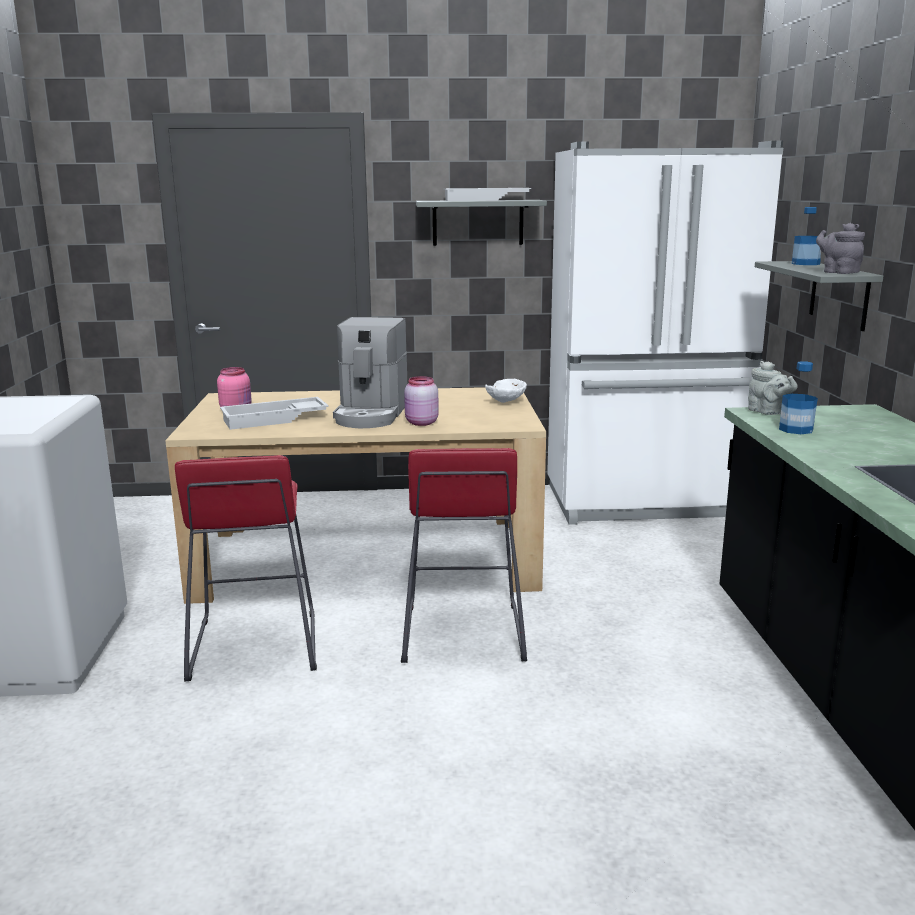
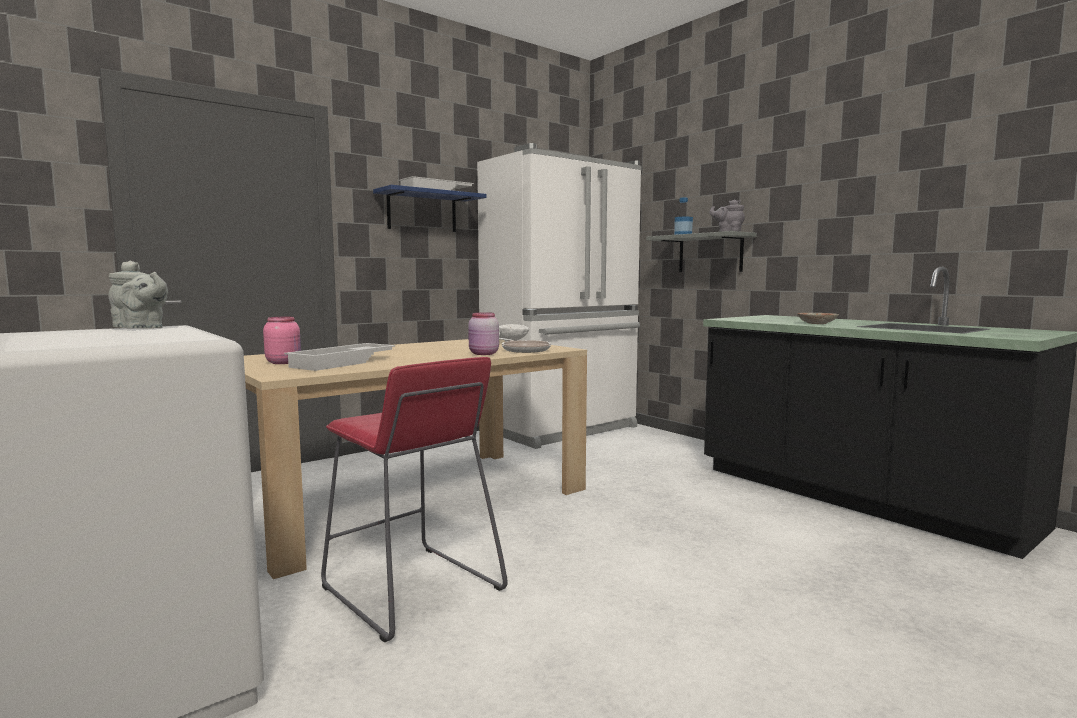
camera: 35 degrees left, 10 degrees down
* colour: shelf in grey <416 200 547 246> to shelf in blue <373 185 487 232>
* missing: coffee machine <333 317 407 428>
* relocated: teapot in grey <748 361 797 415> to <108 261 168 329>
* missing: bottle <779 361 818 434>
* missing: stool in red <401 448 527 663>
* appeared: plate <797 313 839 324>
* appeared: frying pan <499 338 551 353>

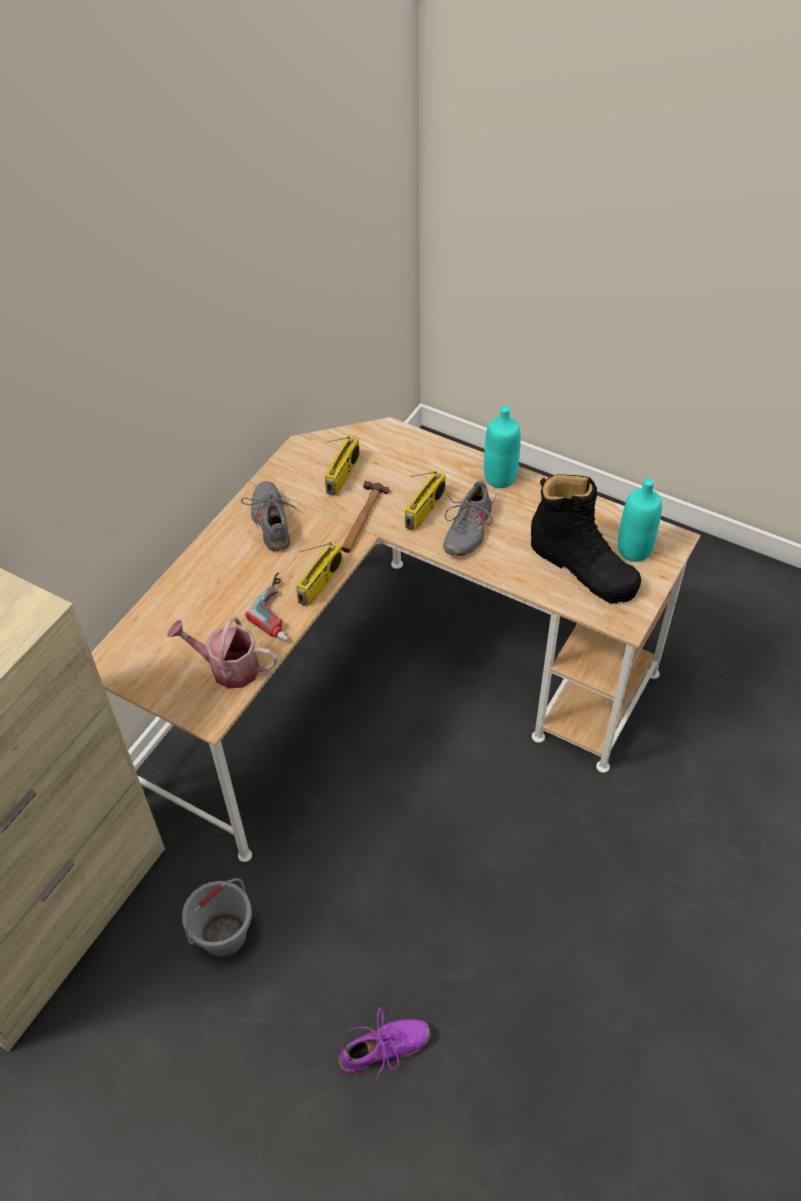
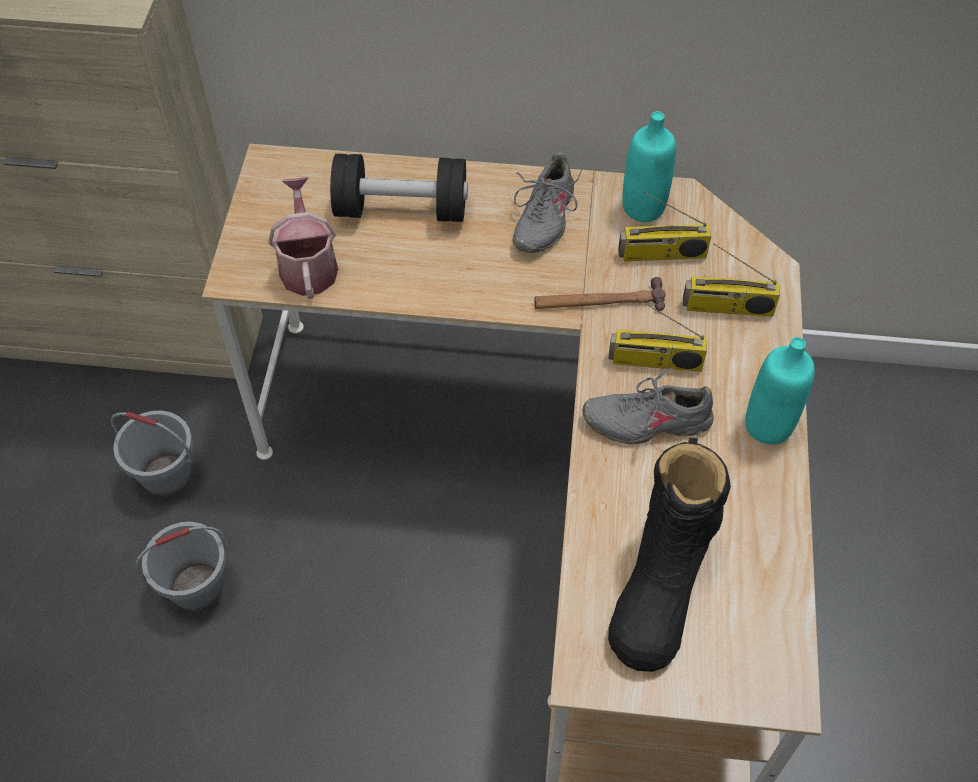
camera: 65 degrees right, 5 degrees up
* relocated: bottle in turquoise <618 479 662 562> to <622 111 676 222>
* spun: shoe in grey <241 481 303 551> = <513 152 582 253> 150 degrees clockwise
* relocated: radio <296 542 343 606> to <683 243 780 317>
* missing: power drill <245 572 289 641>
* missing: shoe in purple <338 1007 431 1081>
* appeared: dumbbell in black <330 154 468 222>
* appeared: bucket in grey <136 522 228 611>

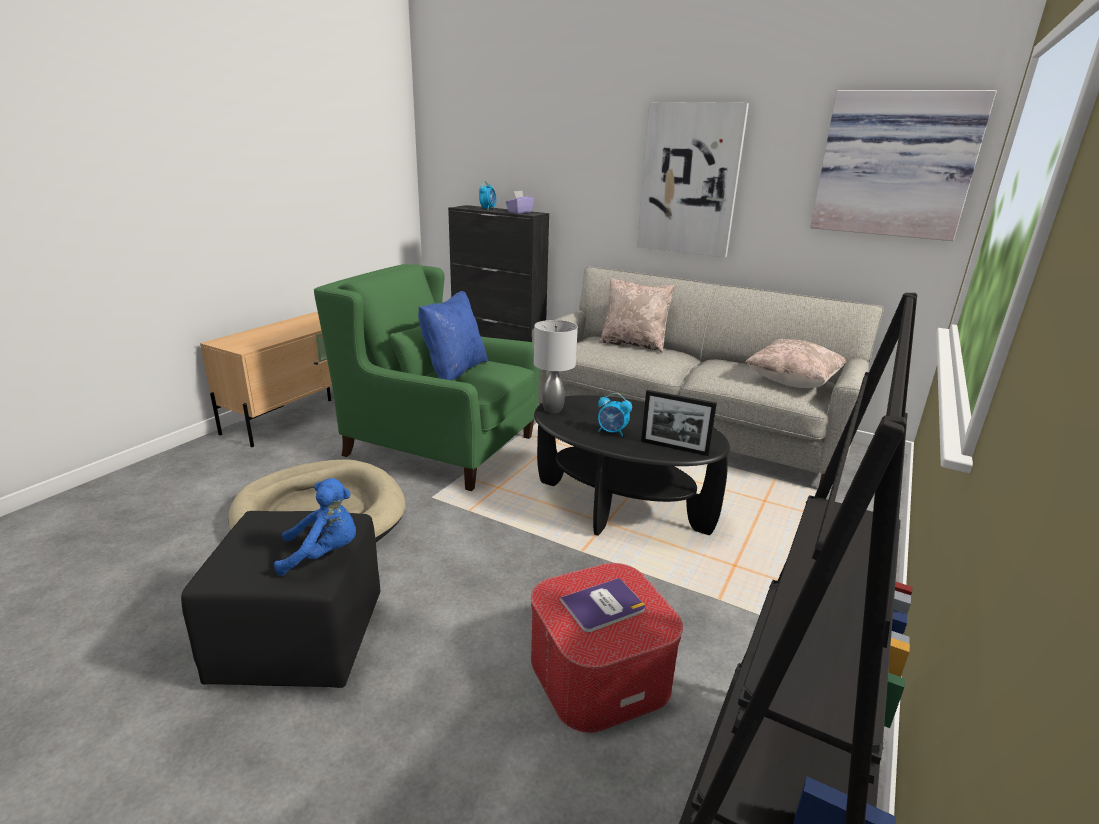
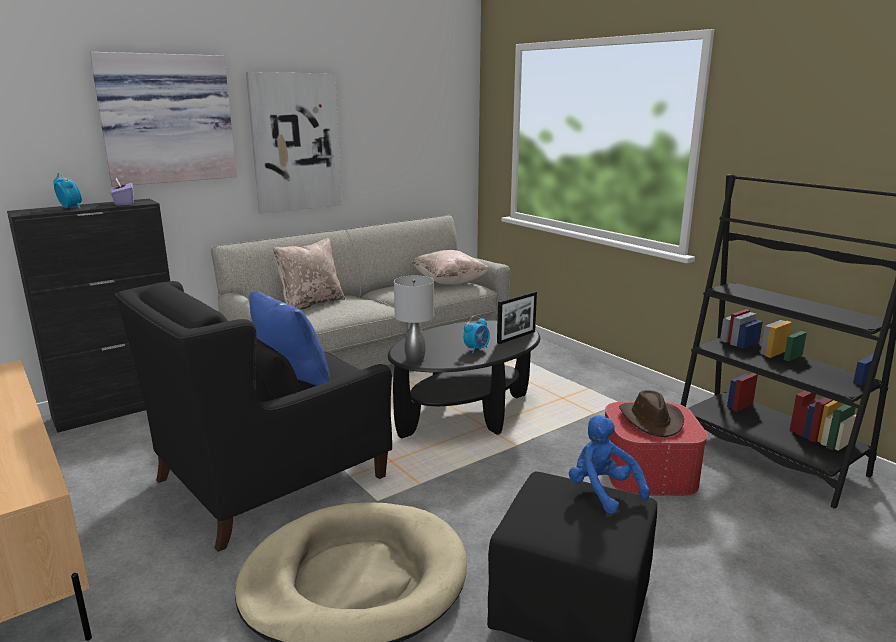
camera: 65 degrees left, 5 degrees down
* relocated: picture <810 90 997 241> to <90 52 237 187>
* colour: armchair in green <314 264 539 491> to armchair in black <115 281 392 552>
* spun: plush toy in blue <274 478 356 576> = <569 415 650 514> 45 degrees counterclockwise
* exchanged: book <560 578 645 632> to hat in brown <619 390 684 437>

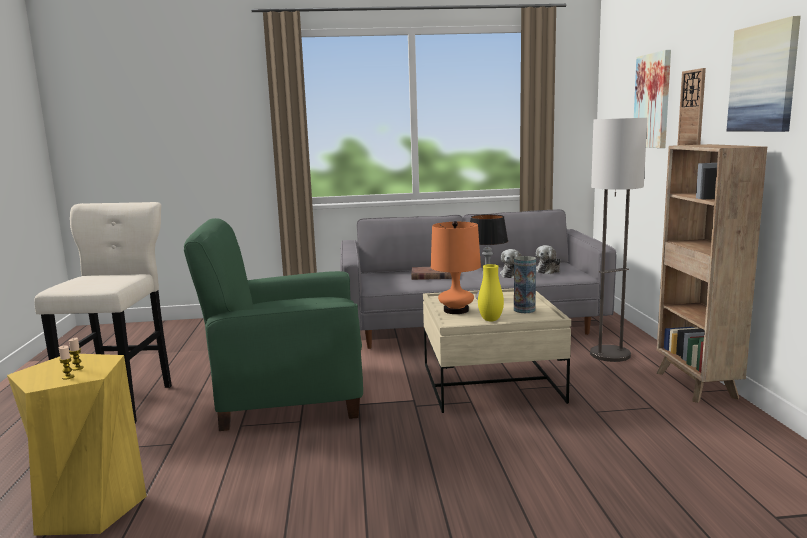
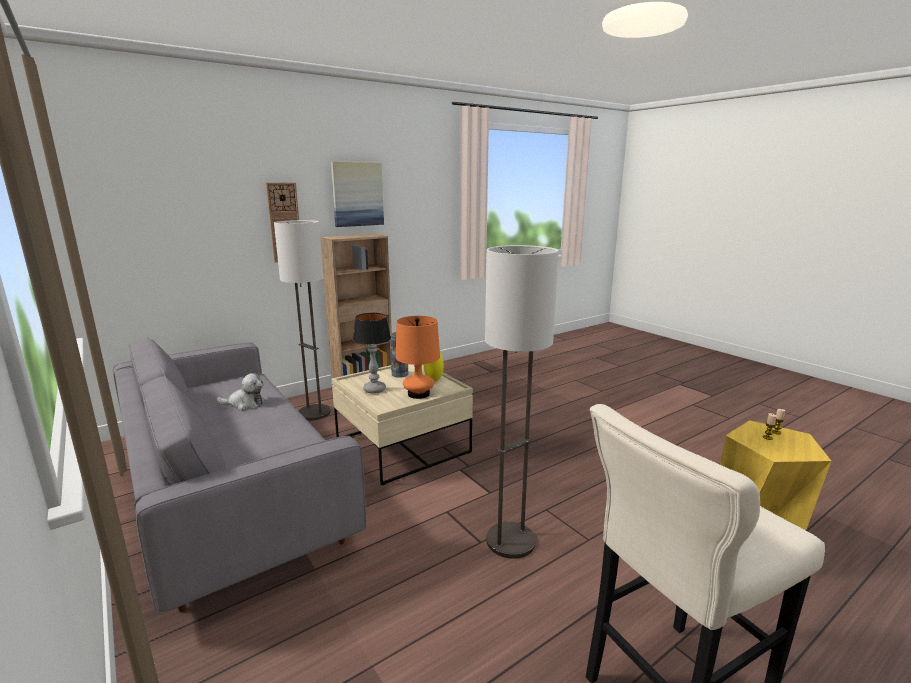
camera: 120 degrees left, 5 degrees up
* missing: picture <634 50 671 148>
* exchanged: armchair in green <184 218 363 431> to floor lamp <485 245 559 559>
* missing: plush toy <536 245 561 274>
* missing: book in brown <411 267 452 280>

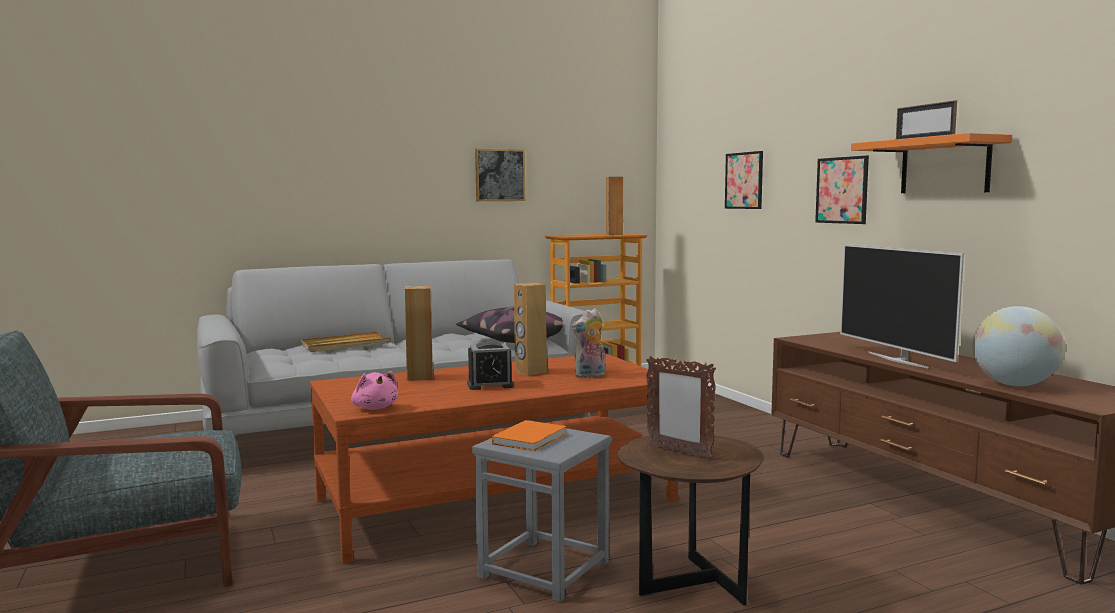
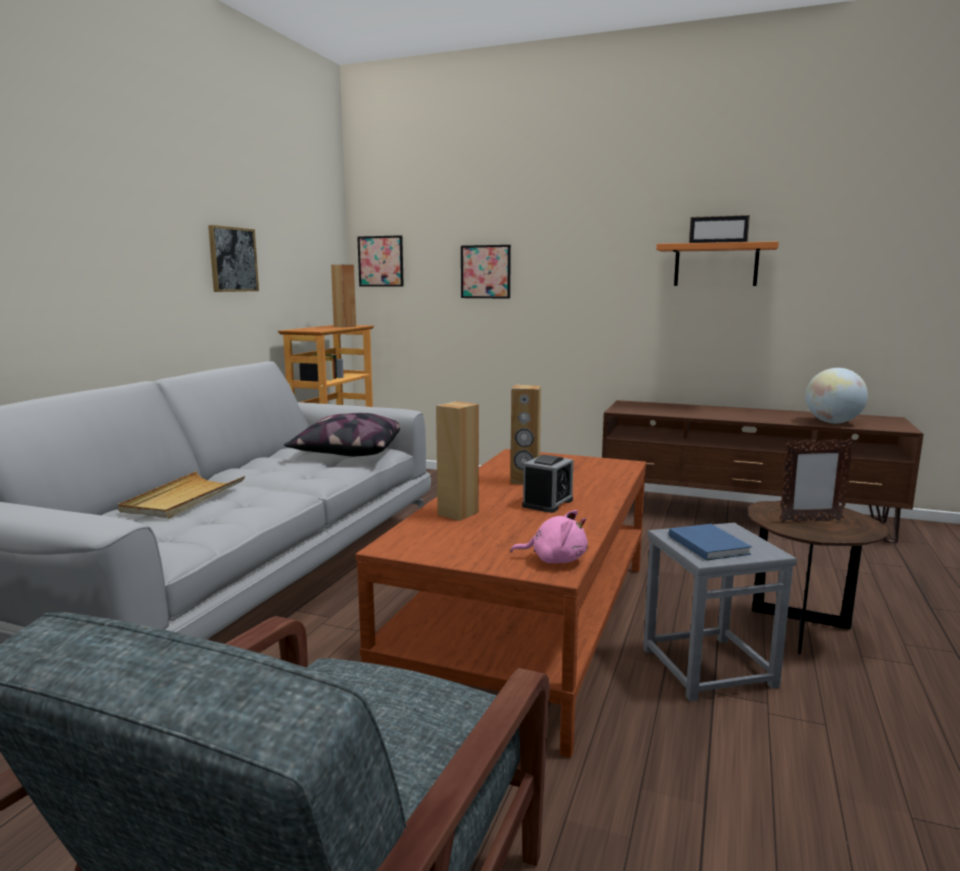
camera: 45 degrees left, 5 degrees up
* relocated: picture <815 155 869 224> to <357 235 404 287>
* missing: television <840 244 964 368>
* missing: plush toy <572 308 606 378>
* colour: book in orange <492 420 566 451> to book in blue <669 524 752 560>

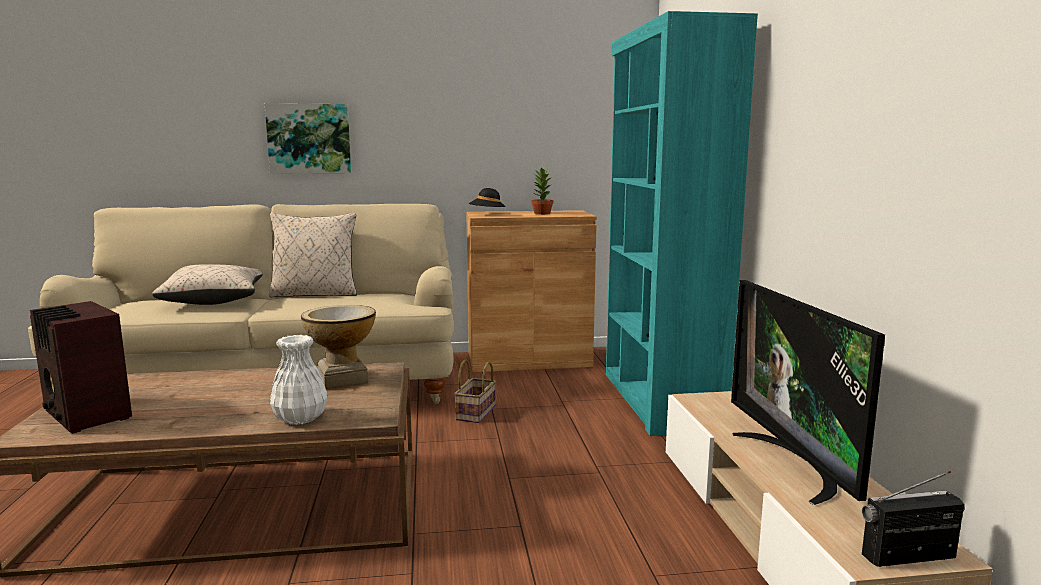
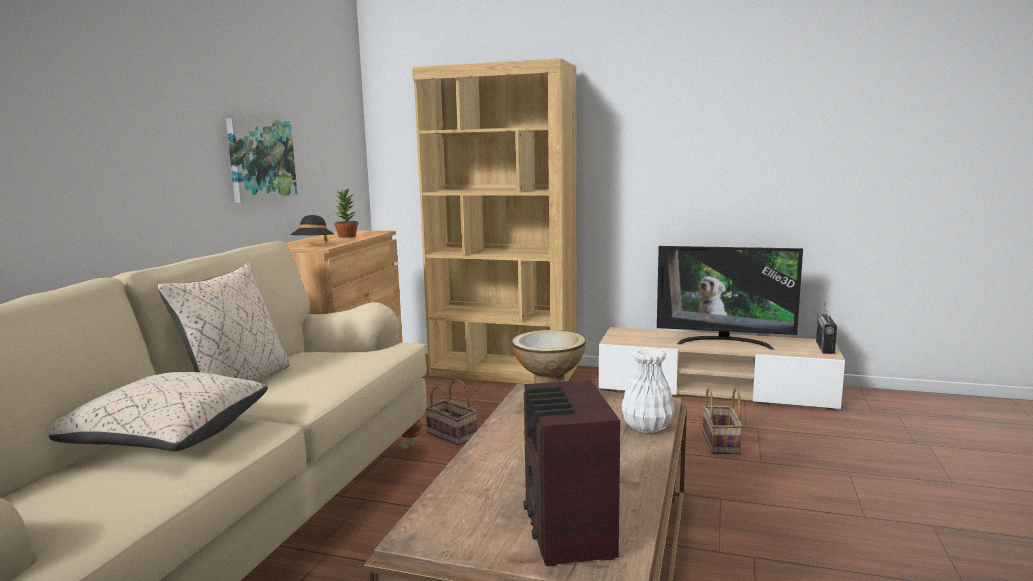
camera: 65 degrees left, 0 degrees up
* colour: bookcase in turquoise <606 11 758 436> to bookcase in brown <412 58 577 384>
* relocated: picture <265 103 351 174> to <226 118 297 203>
* spun: radio <30 301 132 434> = <524 380 620 566> 105 degrees clockwise
* appeared: basket <703 388 742 454>

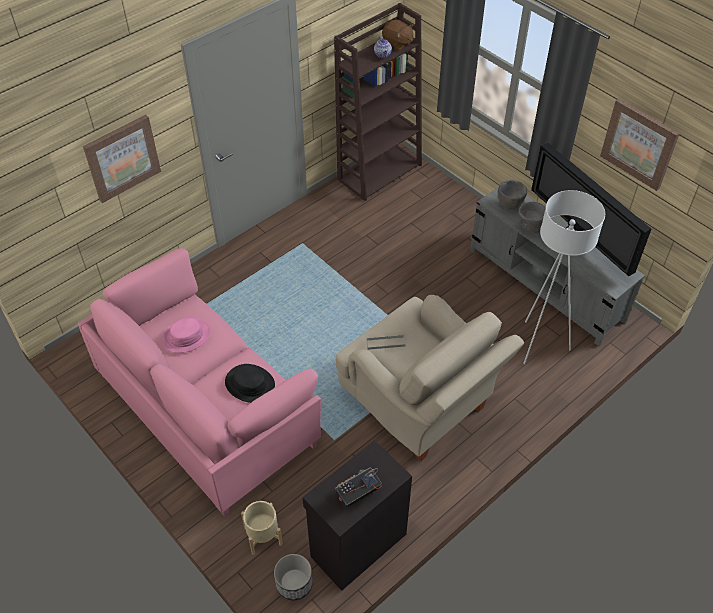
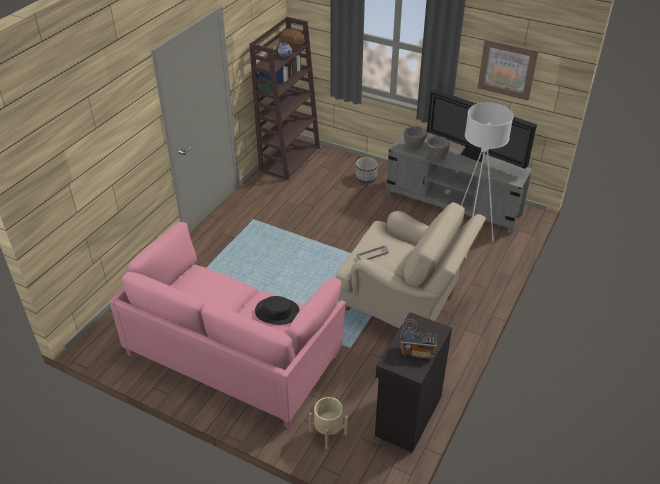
camera: 20 degrees left, 10 degrees down
* missing: picture <83 115 161 203>
* missing: hat in pink <161 317 211 353>
* spun: radio <335 467 382 509> = <400 319 437 359> 120 degrees counterclockwise
* relocated: planter <274 554 313 600> to <355 157 378 183>

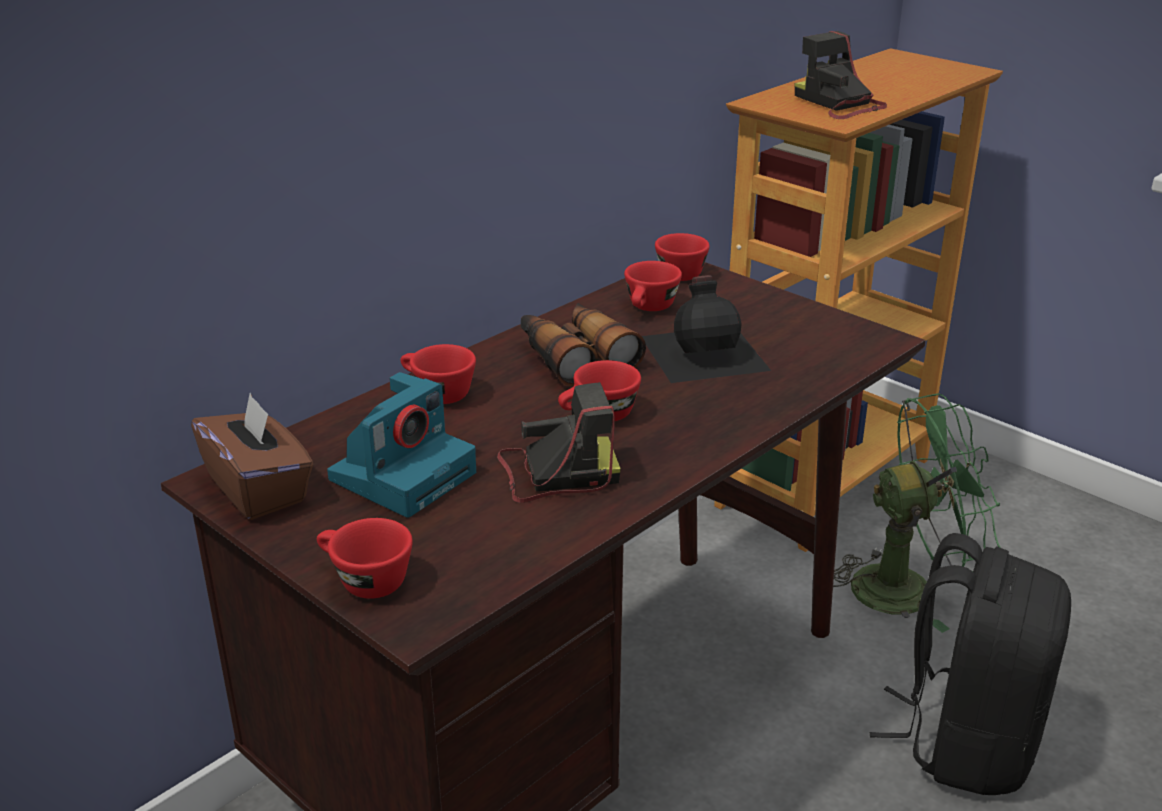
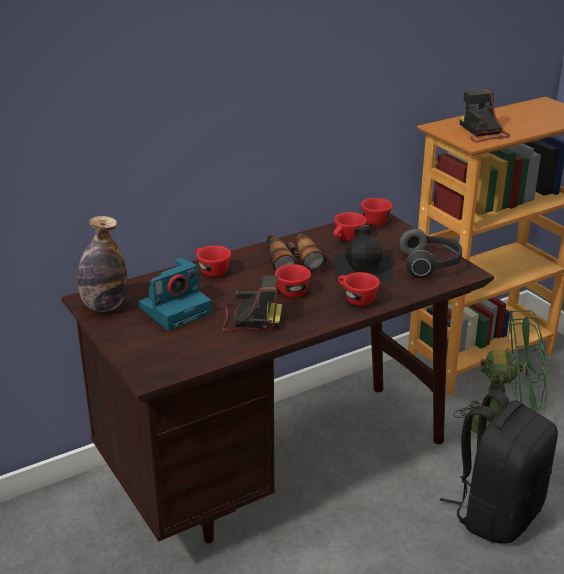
camera: 15 degrees right, 0 degrees up
* exchanged: tissue box in brown <191 393 313 520> to bottle <77 216 127 312>
* relocated: cup in red <317 518 413 599> to <338 272 380 306>
* appeared: headphones <399 228 462 278>

